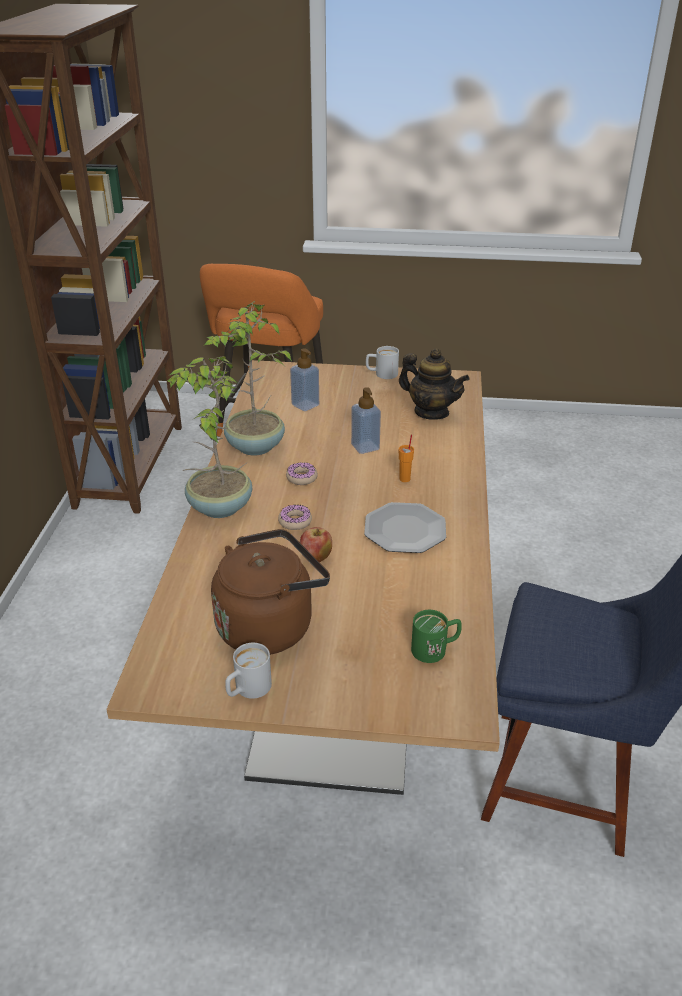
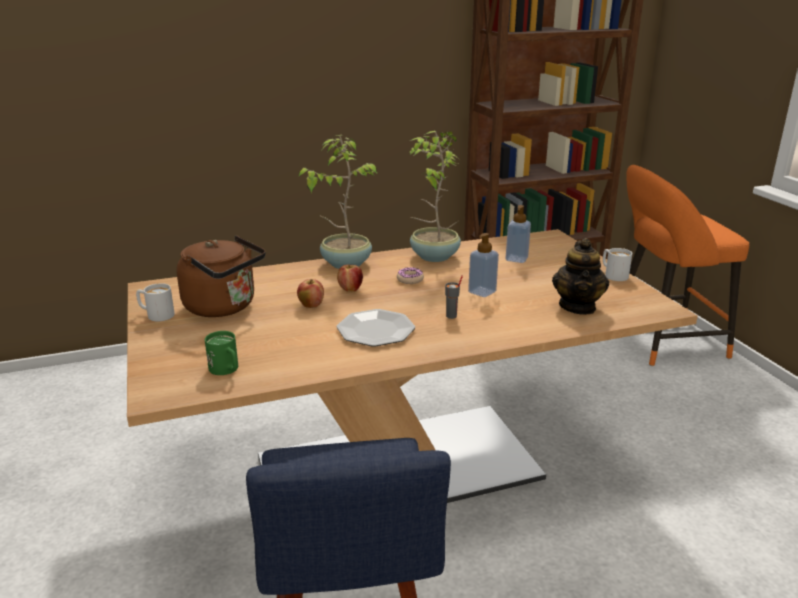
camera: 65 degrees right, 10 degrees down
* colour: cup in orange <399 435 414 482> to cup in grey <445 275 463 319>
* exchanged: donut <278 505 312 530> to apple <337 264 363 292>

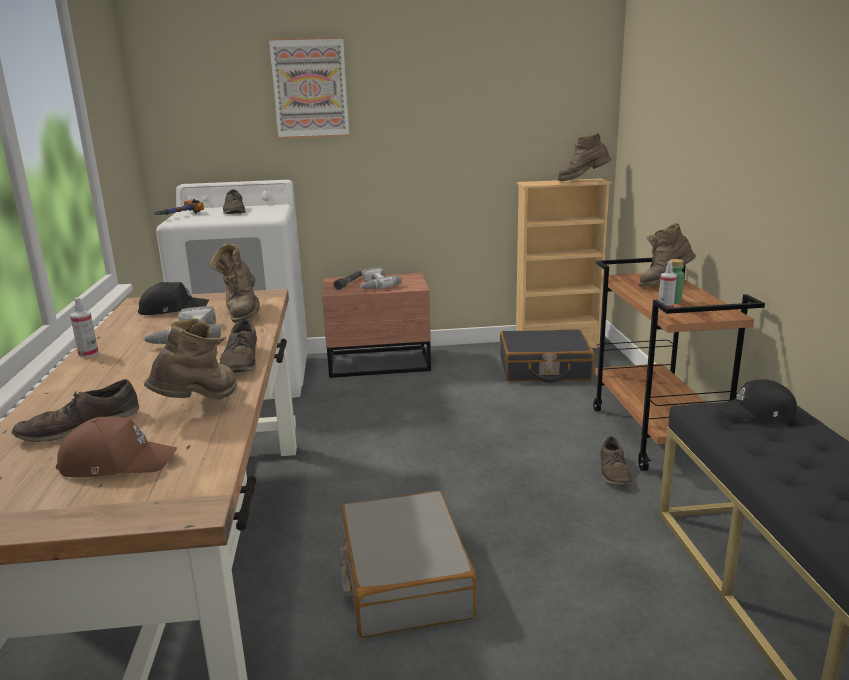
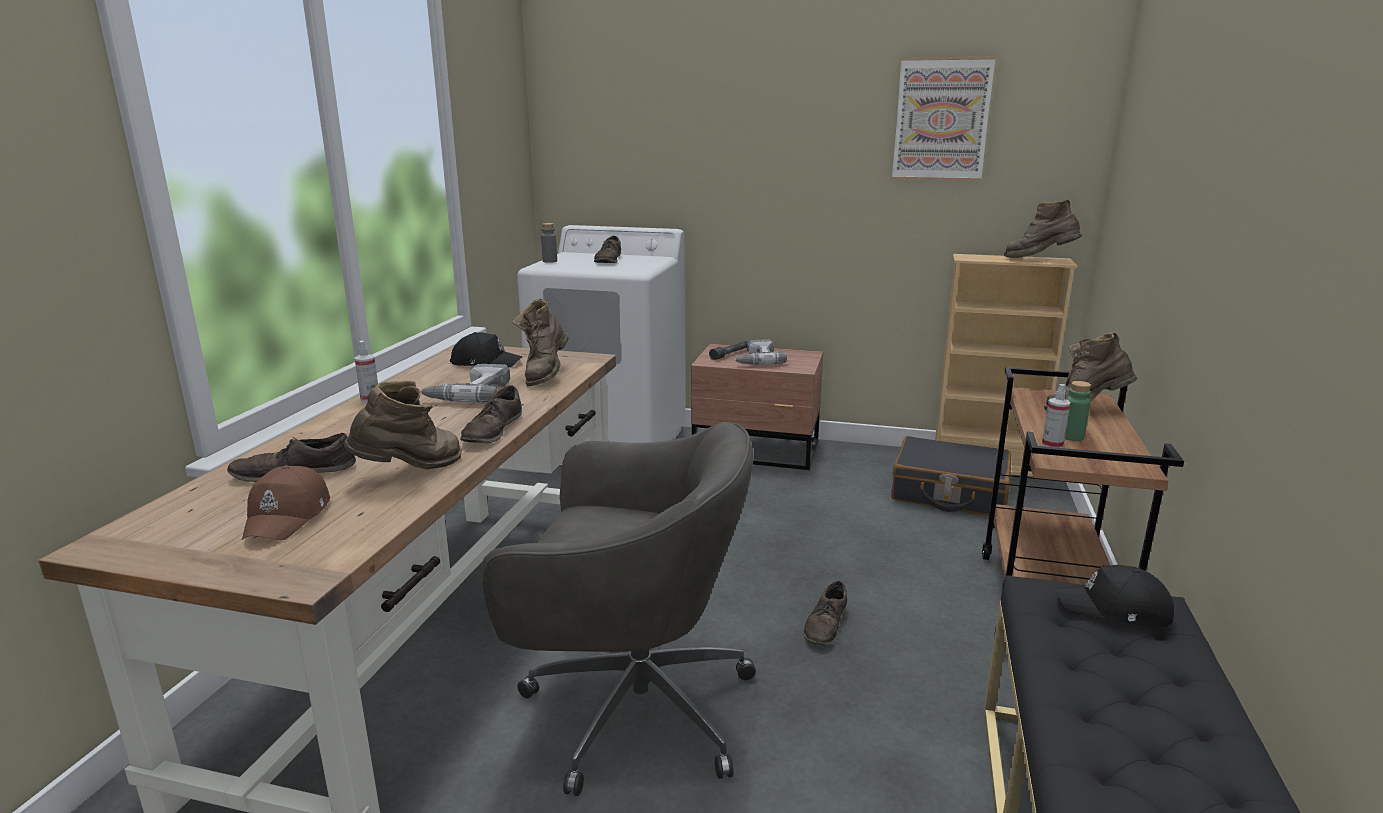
camera: 20 degrees right, 0 degrees up
* relocated: picture <269 36 349 139> to <892 57 995 181>
* exchanged: hammer <154 199 204 215> to bottle in grey <541 223 557 263>
* spun: cap in brown <56 416 177 477> = <242 465 330 540> 75 degrees clockwise
* relocated: shoe in brown <600 437 632 486> to <803 581 847 646>
* exchanged: suitcase in grey <339 491 477 638> to office chair in grey <482 422 756 796>

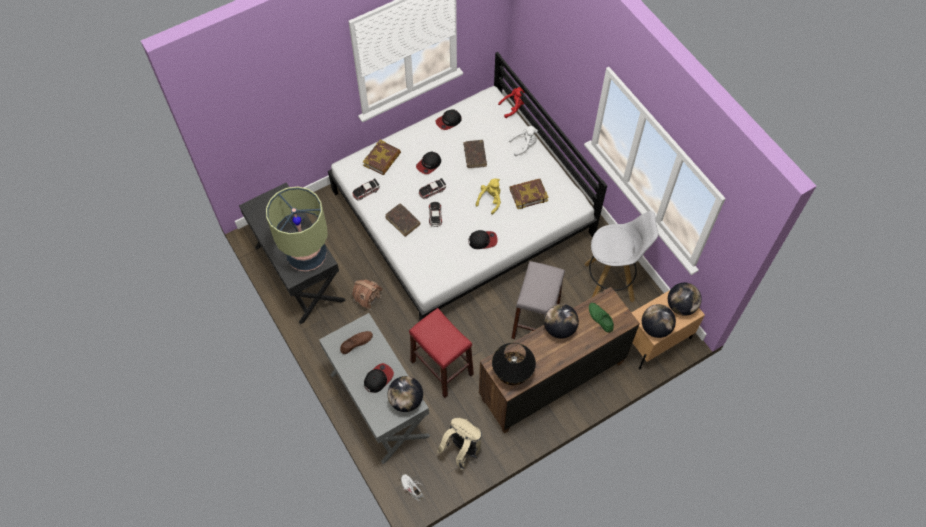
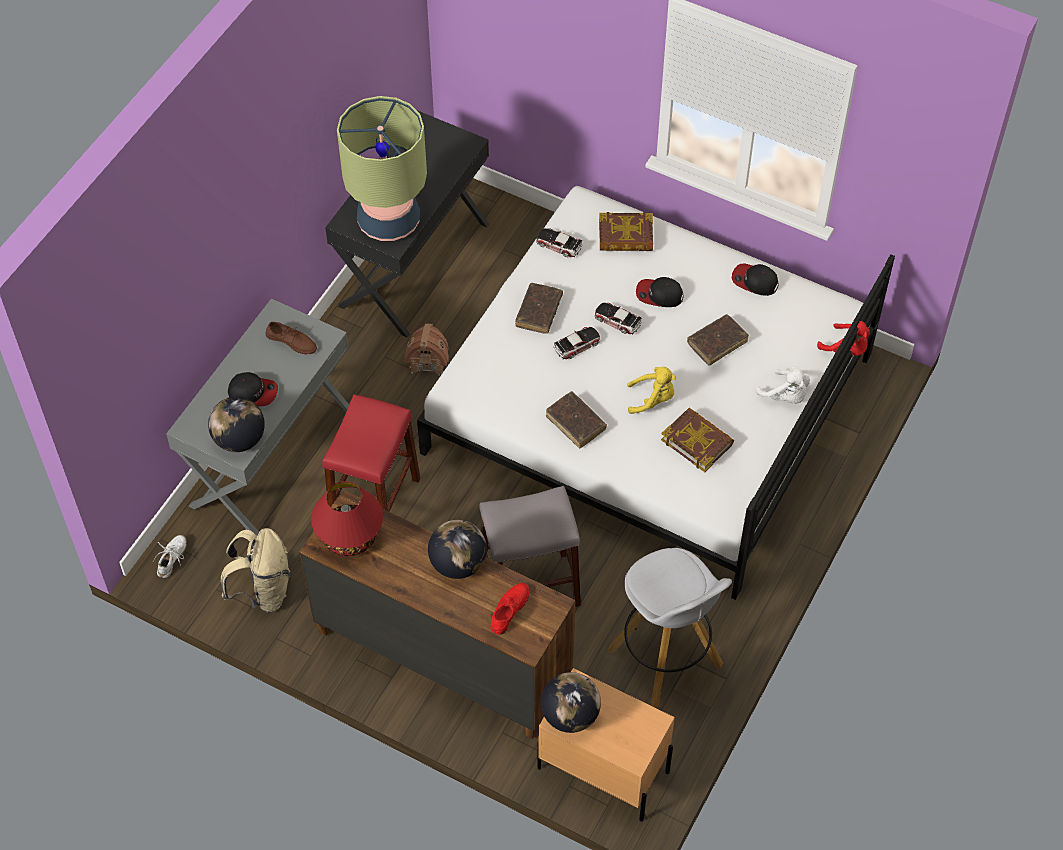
camera: 60 degrees right, 5 degrees down
* exchanged: cap <468 230 498 249> to book in brown <546 391 607 448>
* missing: globe <668 283 702 316>
* colour: shoe in green <589 303 614 333> to shoe in red <491 583 530 635>
* colour: table lamp in black <492 343 536 385> to table lamp in red <311 481 383 556>

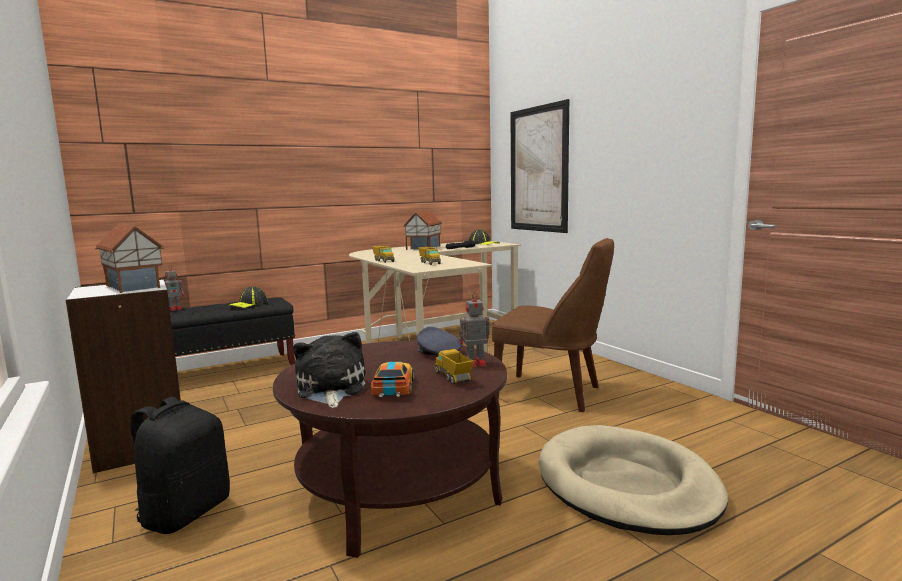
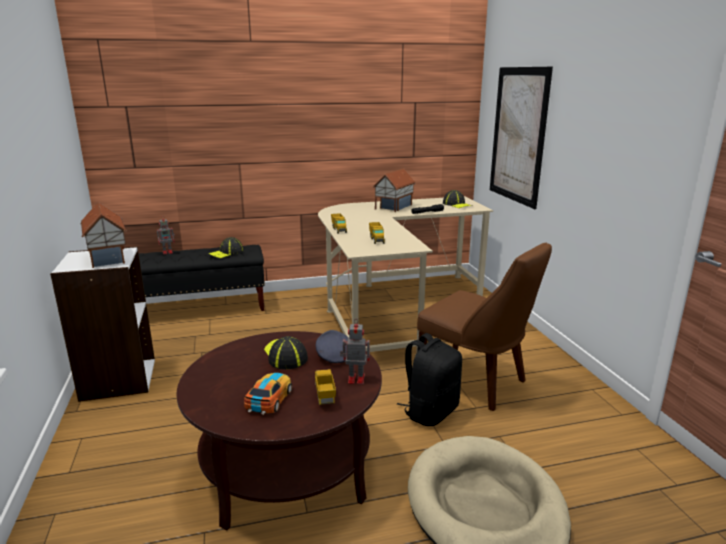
camera: 15 degrees right, 10 degrees up
* missing: plush toy <293 332 365 408>
* relocated: backpack in black <130 397 230 534> to <397 333 462 426>
* appeared: cap <264 336 308 369>

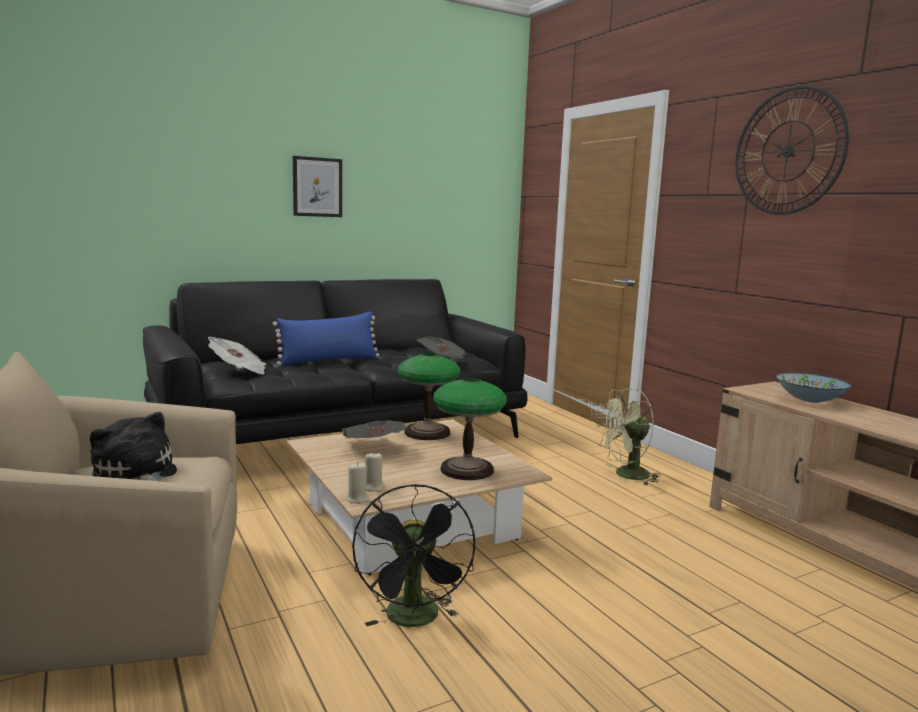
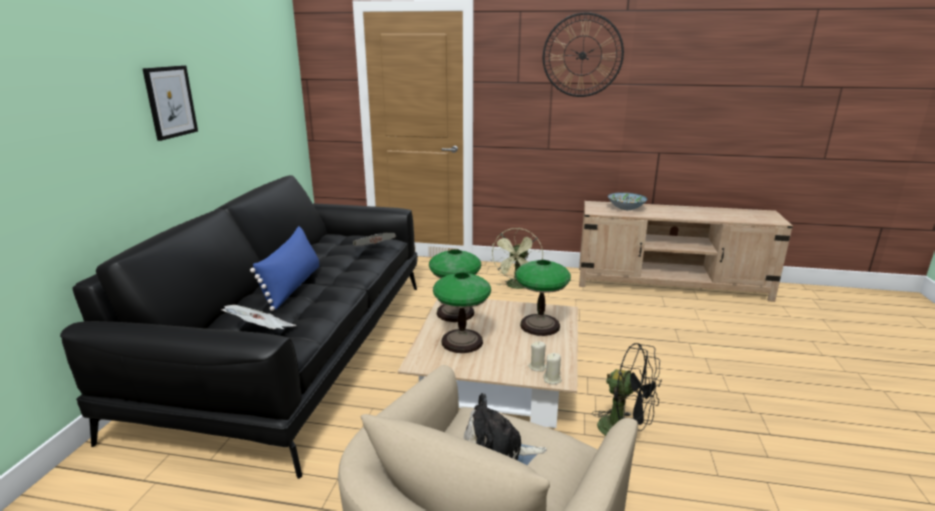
camera: 50 degrees left, 10 degrees up
* exchanged: newspaper <342 420 407 438> to table lamp <433 273 491 353>

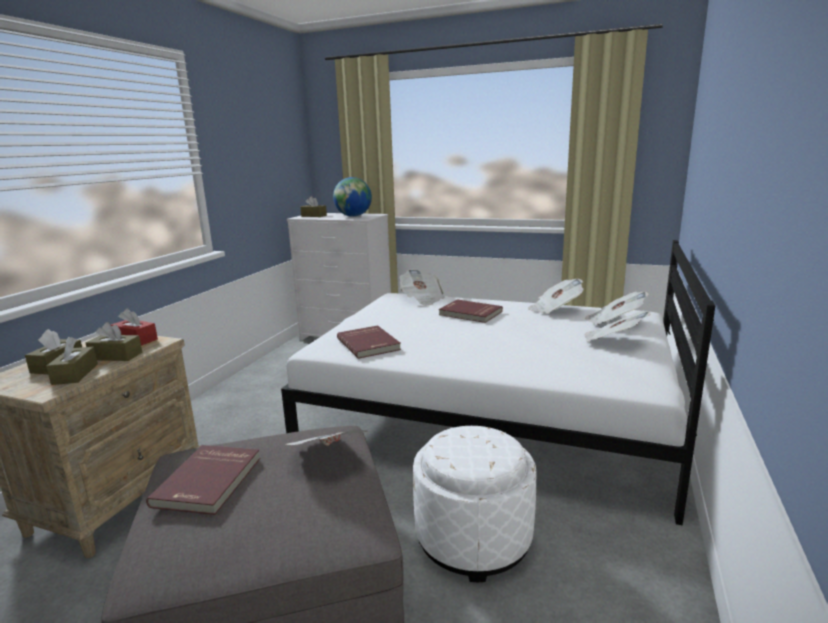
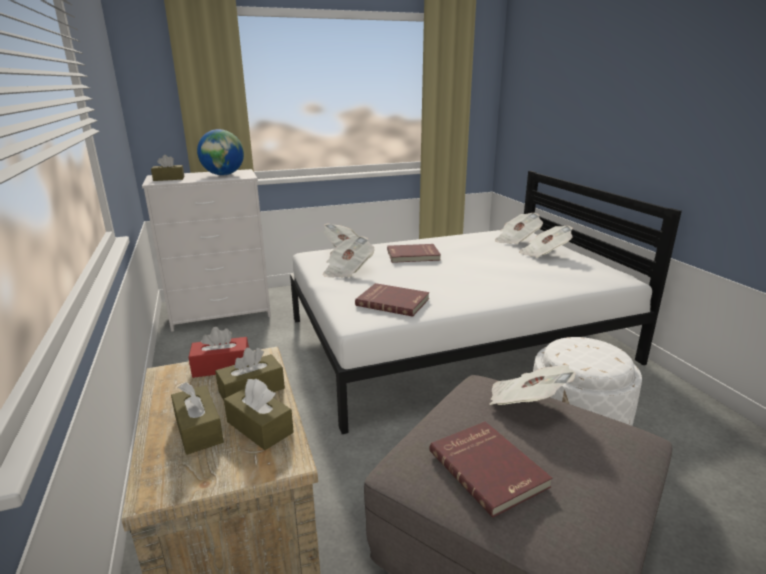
camera: 40 degrees left, 5 degrees up
* relocated: newspaper <528 279 583 314> to <323 236 374 278>

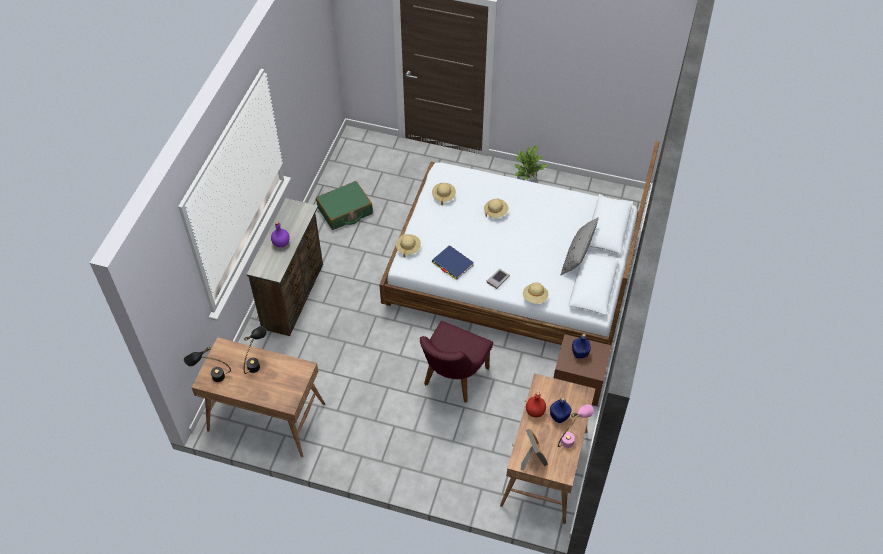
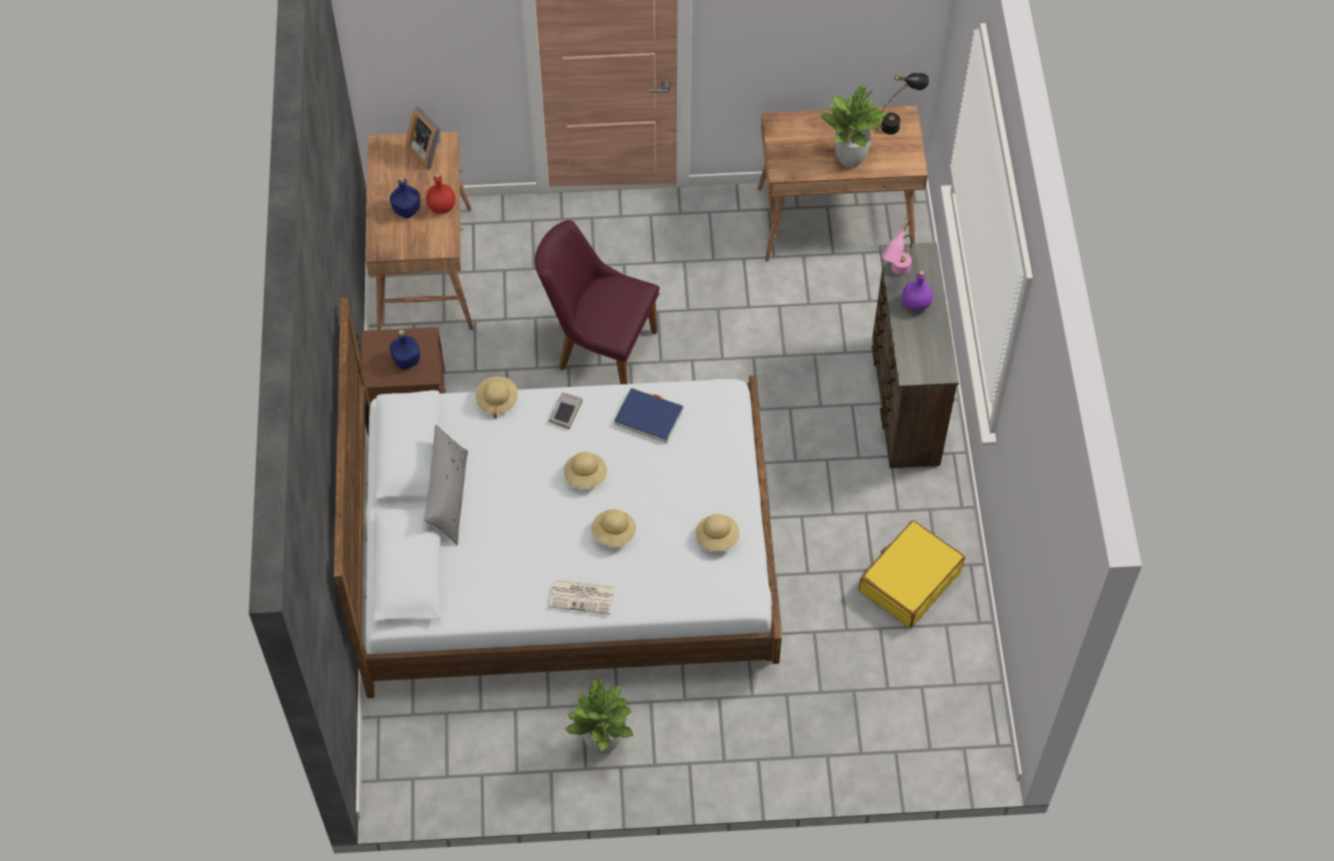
camera: 160 degrees right, 5 degrees up
* colour: suitcase in green <316 181 373 230> to suitcase in yellow <859 520 965 628>
* relocated: hat in beige <396 234 421 258> to <564 452 607 488>
* spun: chair in purple <420 321 493 403> = <535 220 660 384> 75 degrees counterclockwise
* exchanged: table lamp in black <244 326 267 374> to potted plant <821 85 887 167>
* relocated: table lamp in pink <558 404 594 448> to <882 218 912 276>
* appeared: newspaper <549 580 615 614>

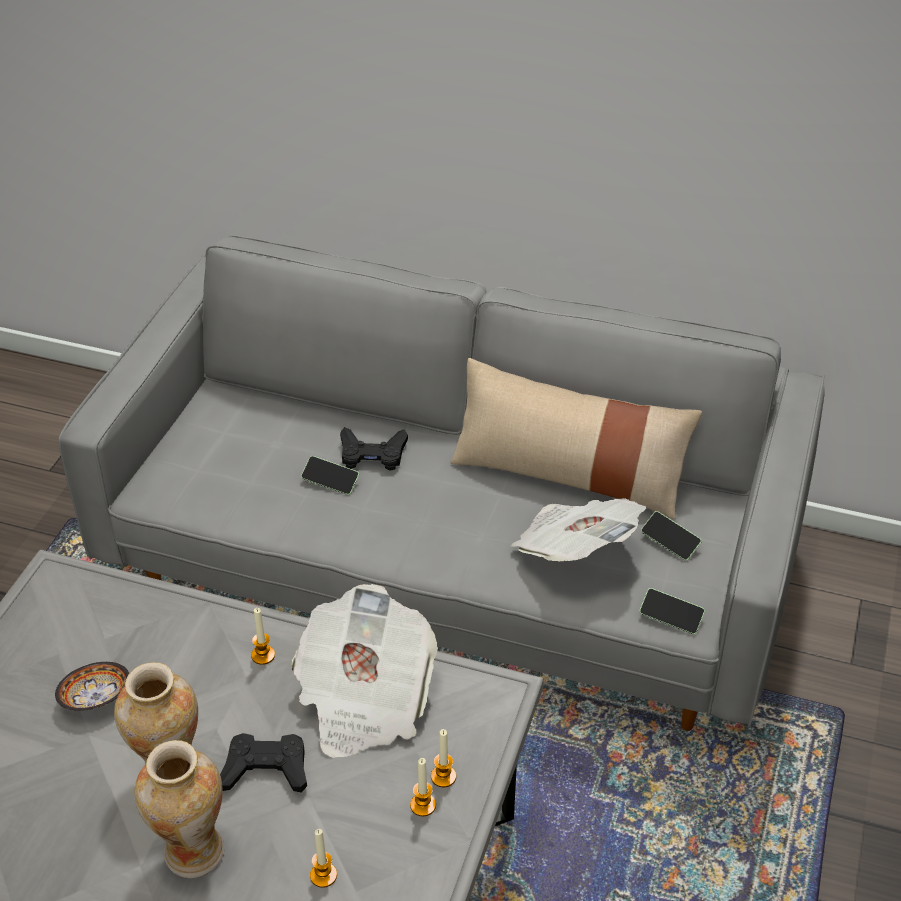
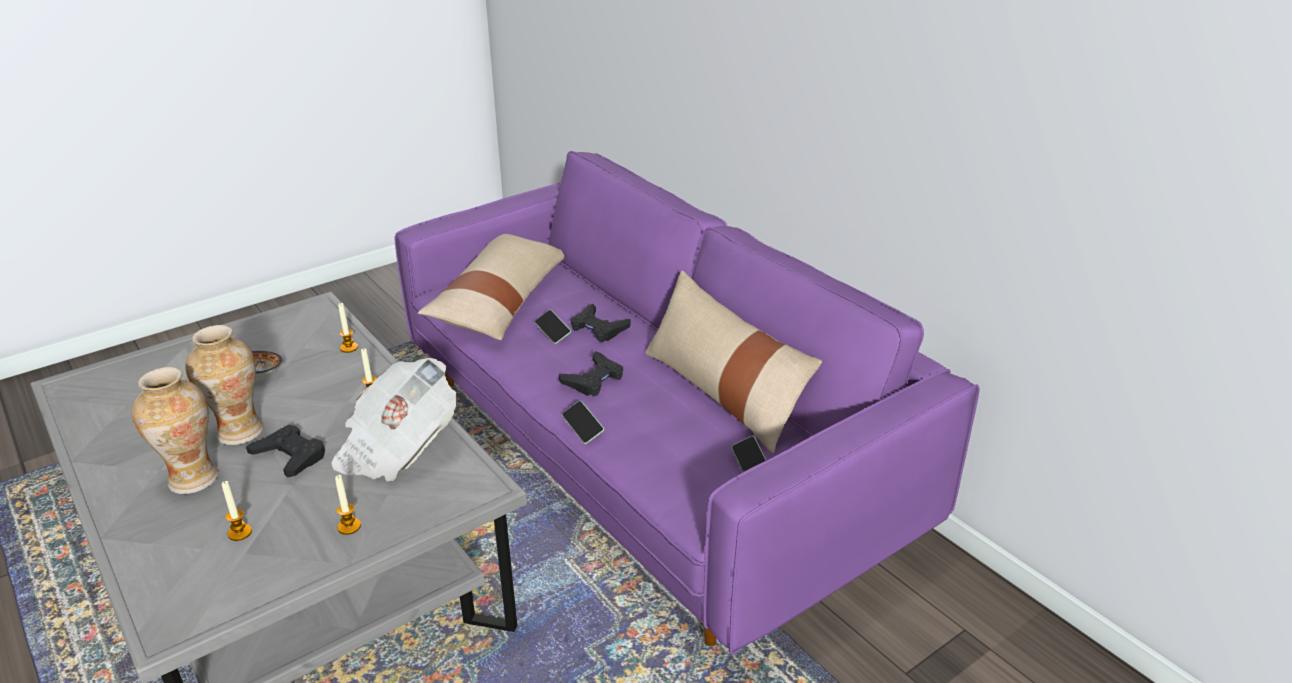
camera: 35 degrees right, 10 degrees down
* colour: sofa in grey <58 235 825 731> to sofa in purple <394 151 979 654>
* missing: newspaper <511 498 646 562>
* relocated: phone <639 588 705 635> to <562 401 604 444>
* relocated: candle <431 729 456 787> to <338 303 358 353>
* appeared: pillow in beige <418 234 564 340>
* appeared: game controller in black <559 351 623 396>

